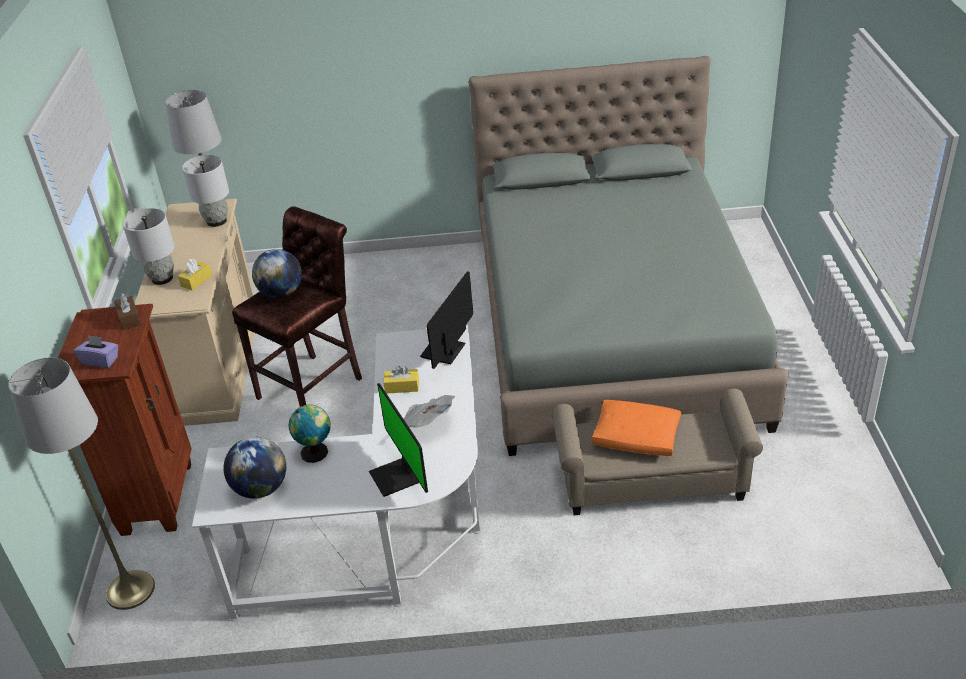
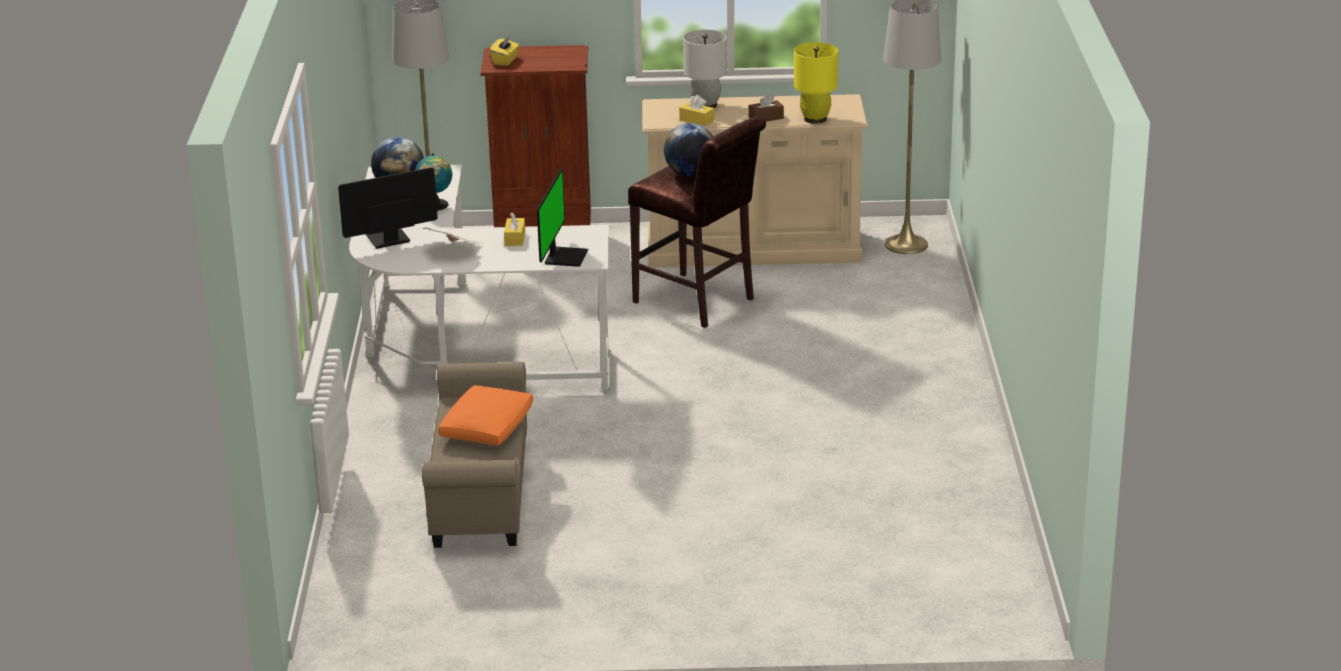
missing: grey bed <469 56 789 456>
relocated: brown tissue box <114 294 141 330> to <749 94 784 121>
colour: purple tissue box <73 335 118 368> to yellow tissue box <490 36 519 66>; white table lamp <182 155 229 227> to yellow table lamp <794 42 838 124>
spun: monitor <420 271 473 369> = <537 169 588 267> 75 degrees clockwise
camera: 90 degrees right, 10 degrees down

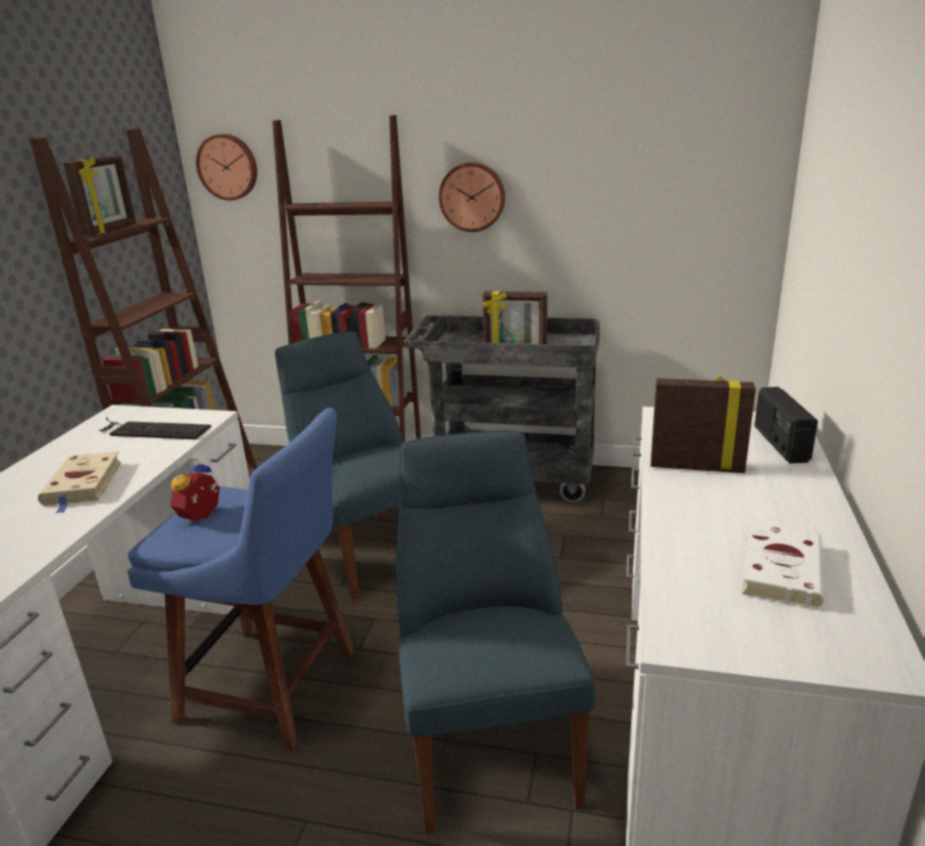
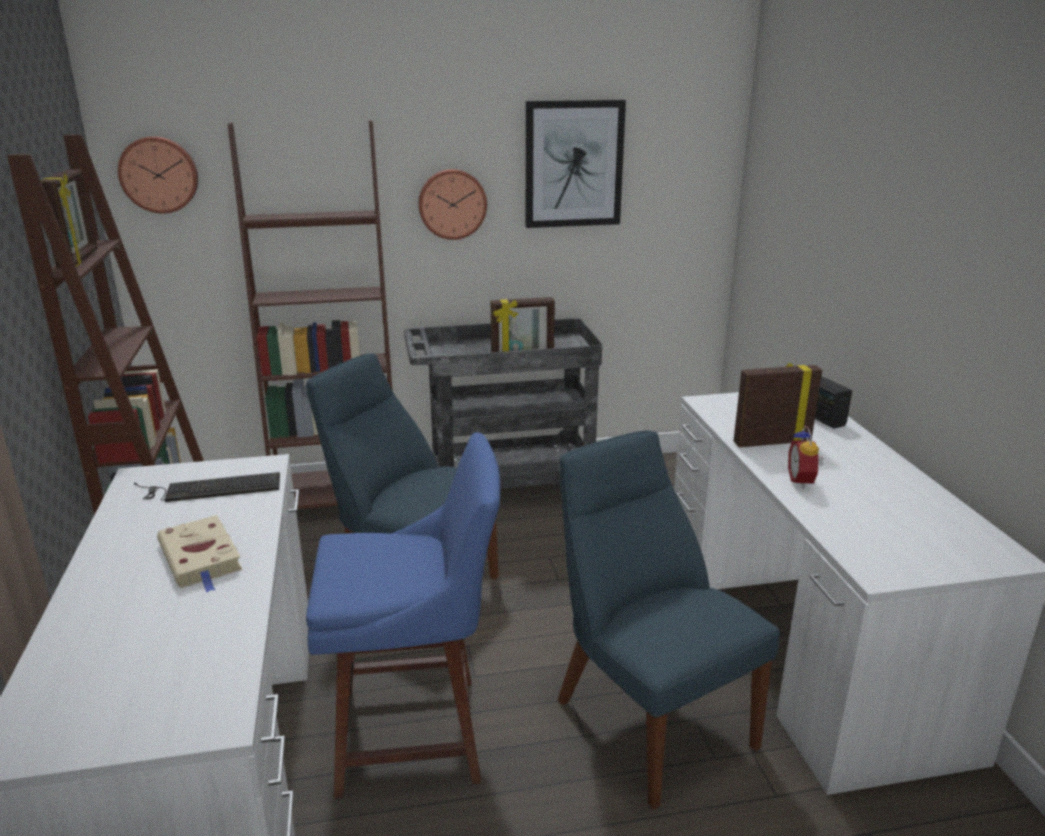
missing: white book <741 522 824 609>
appeared: picture <526 100 626 228>
relocated: alarm clock <171 458 220 524> to <788 426 824 489>
camera: 25 degrees left, 0 degrees up

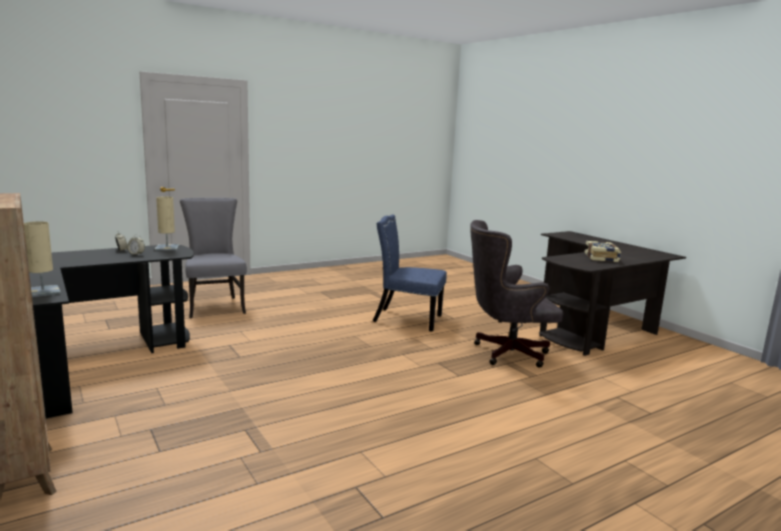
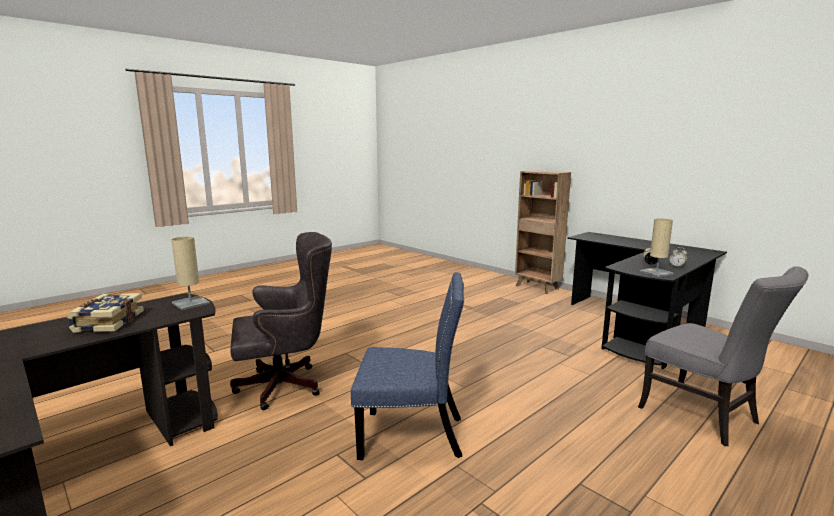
relocated: beige table lamp <24 221 61 297> to <171 236 210 310>
camera: 170 degrees right, 0 degrees up

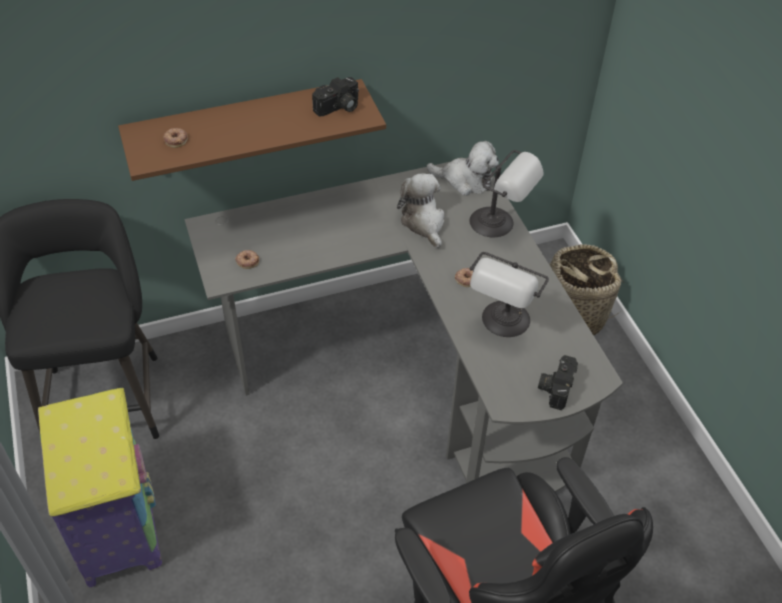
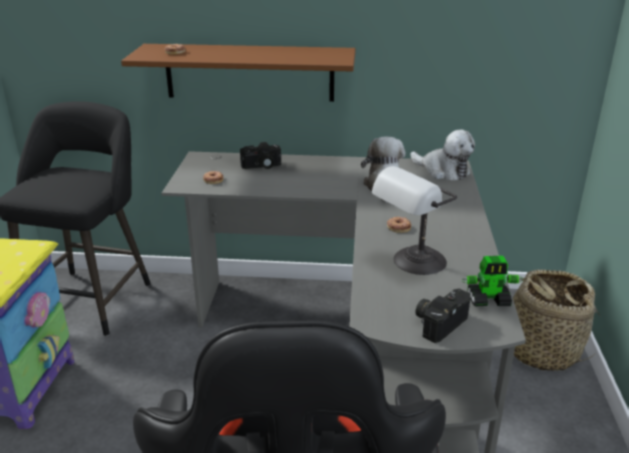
missing: table lamp <470 150 544 237>
appeared: toy robot <462 256 523 306>
relocated: photo camera <312 77 359 116> to <240 142 281 169>
camera: 25 degrees right, 20 degrees down

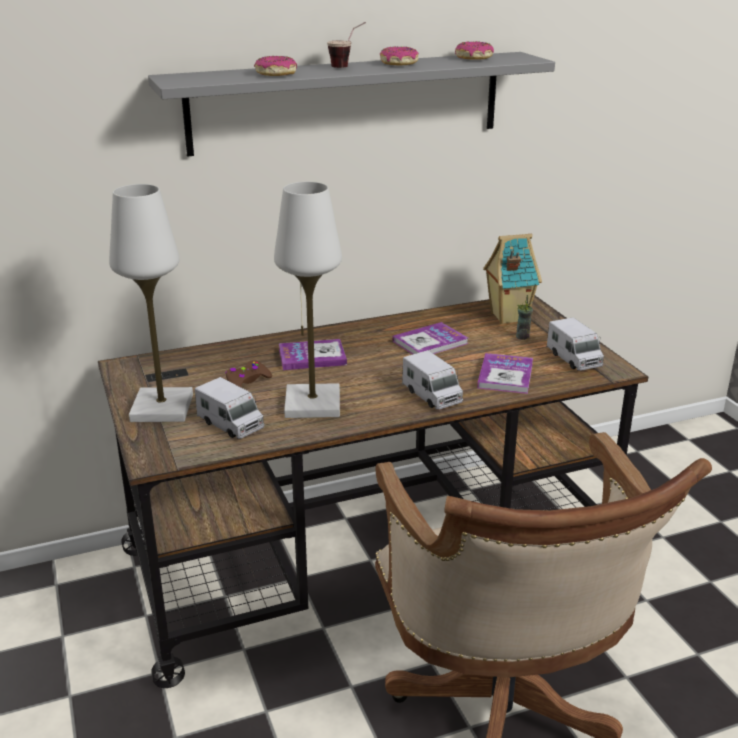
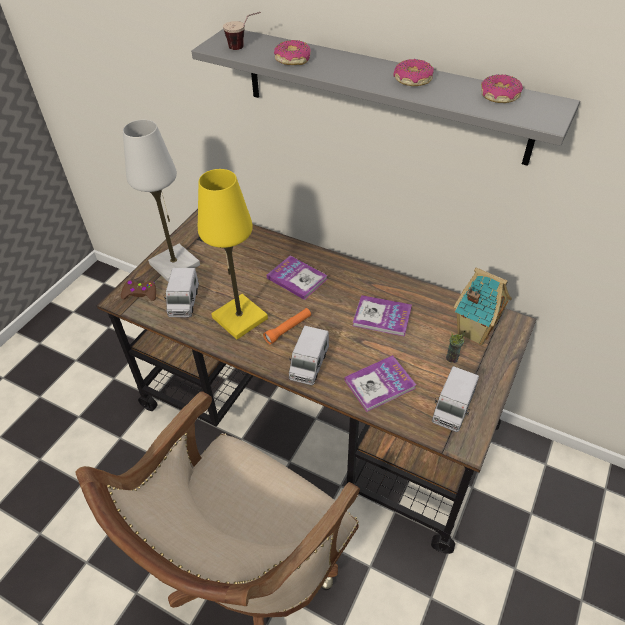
appeared: orange flashlight <263 308 311 345>
relocated: brown game controller <225 360 272 387> to <121 280 156 301>; cup <327 22 366 68> to <223 12 261 50>
colour: white table lamp <274 182 342 418> to yellow table lamp <198 169 268 339>
camera: 50 degrees right, 20 degrees up

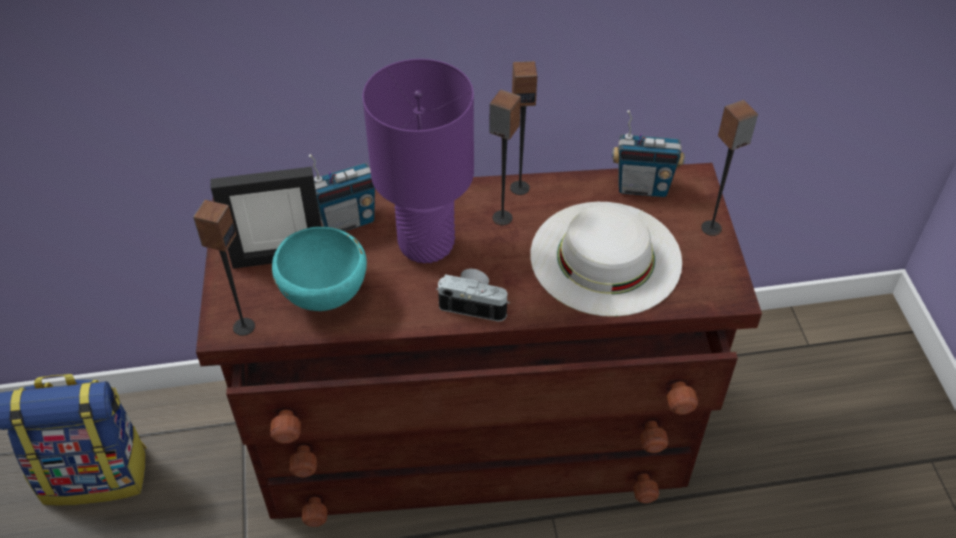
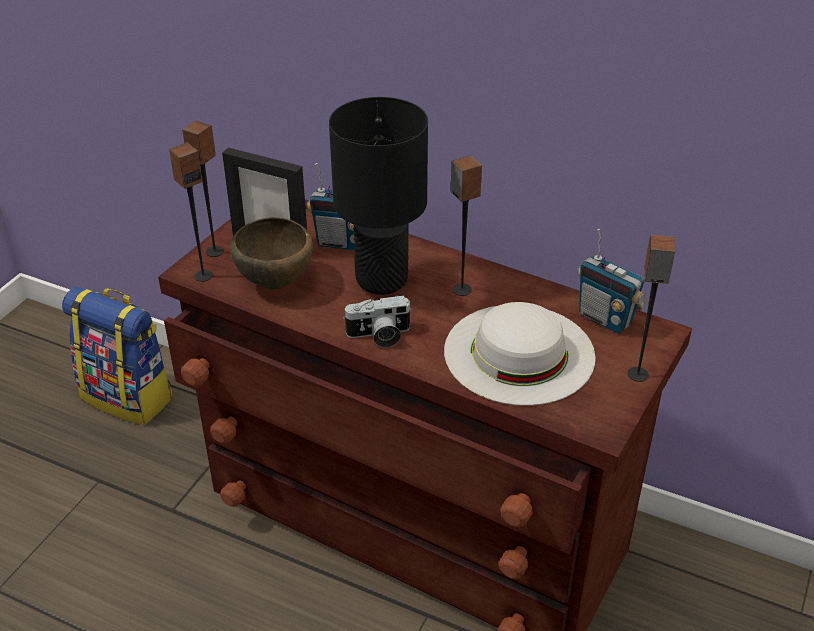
relocated: speaker <510 61 537 195> to <182 120 224 257>
colour: turquoise bowl <272 227 367 311> to brown bowl <230 217 313 289>; purple table lamp <363 59 474 263> to black table lamp <329 97 428 295>
spun: photo camera <436 269 510 322> = <343 296 412 348> 120 degrees clockwise
camera: 35 degrees right, 10 degrees down

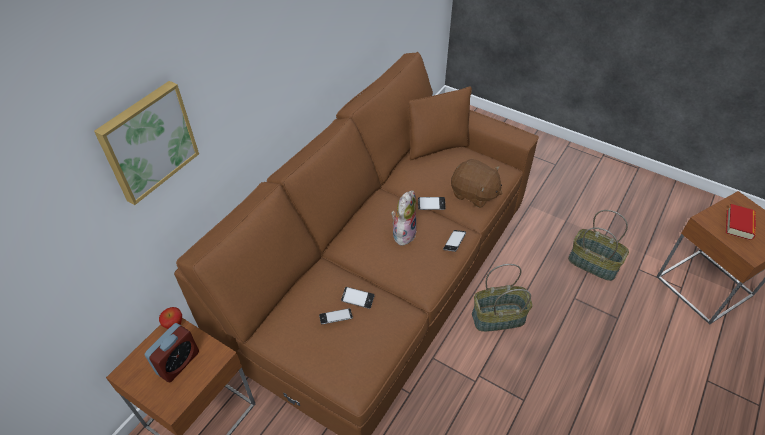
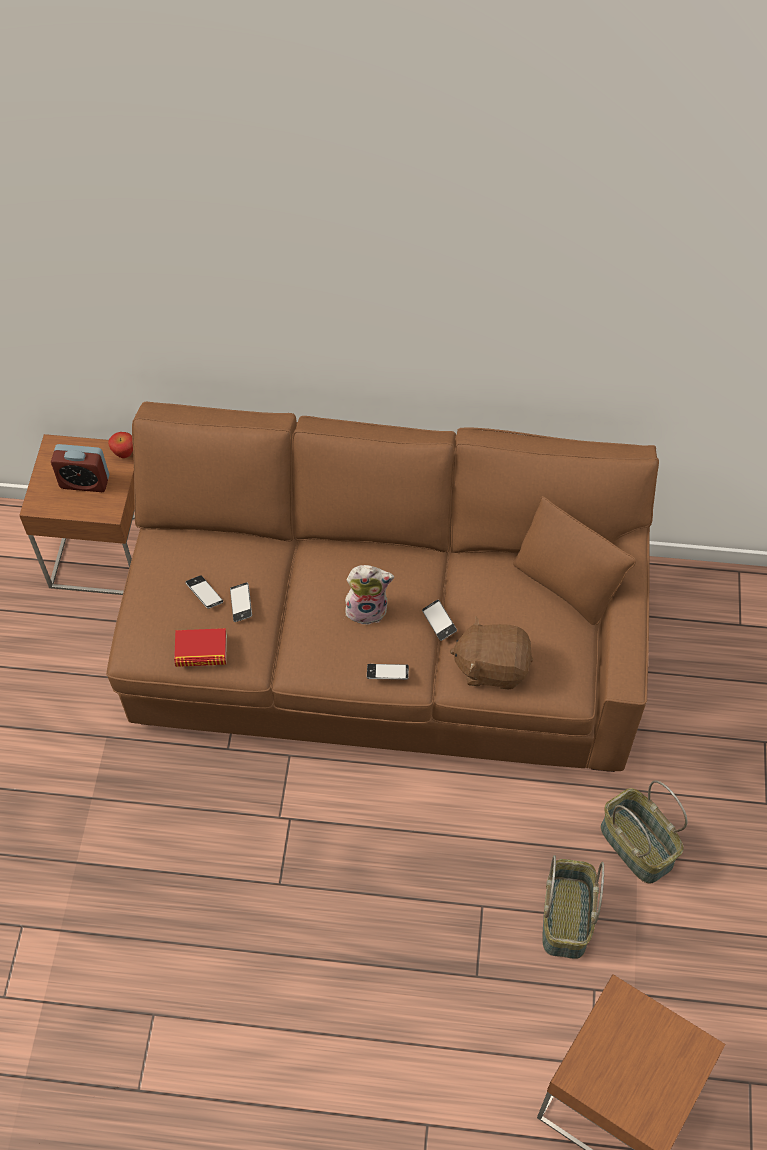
missing: picture <94 81 199 205>
relocated: basket <472 264 533 332> to <601 780 687 884>; book <726 204 756 240> to <174 628 227 667>
spun: brown plush toy <451 159 502 208> = <450 616 533 689> 90 degrees clockwise
camera: 65 degrees right, 10 degrees up

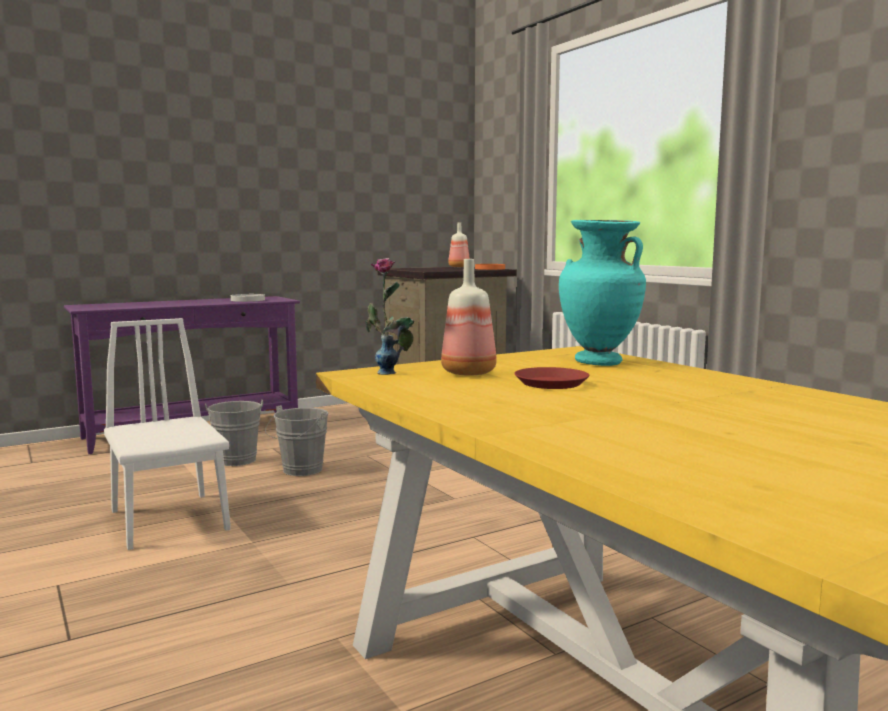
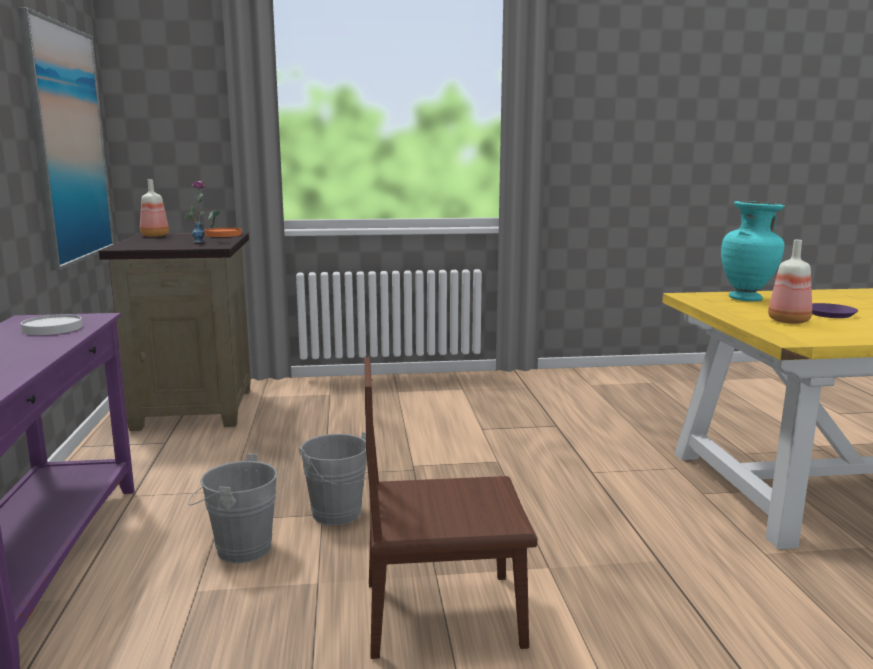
appeared: picture <18 7 114 270>
relocated: vase <365 258 414 375> to <185 181 221 243>
colour: white chair <104 318 231 550> to brown chair <364 357 537 659>; red plate <514 367 589 389> to purple plate <812 303 858 318>
camera: 65 degrees left, 5 degrees up

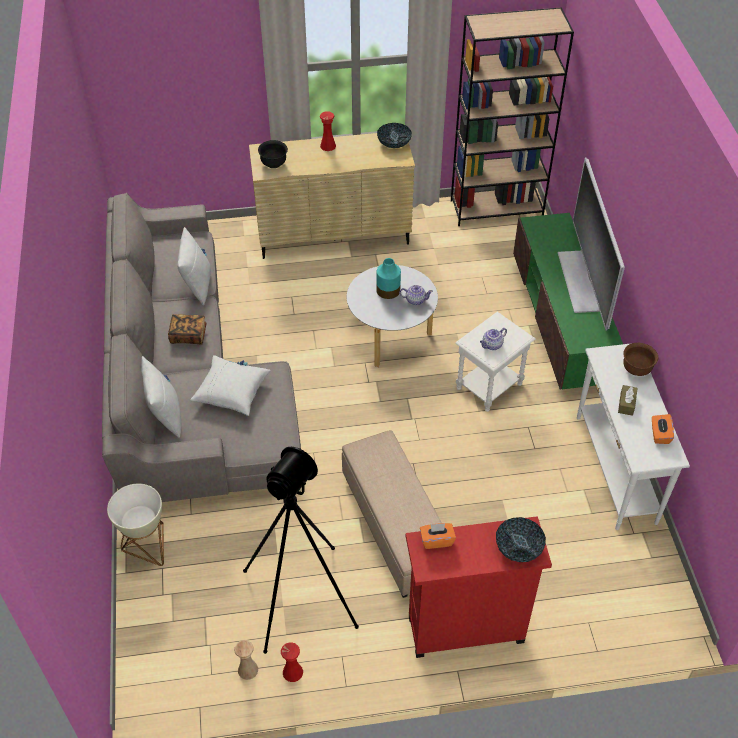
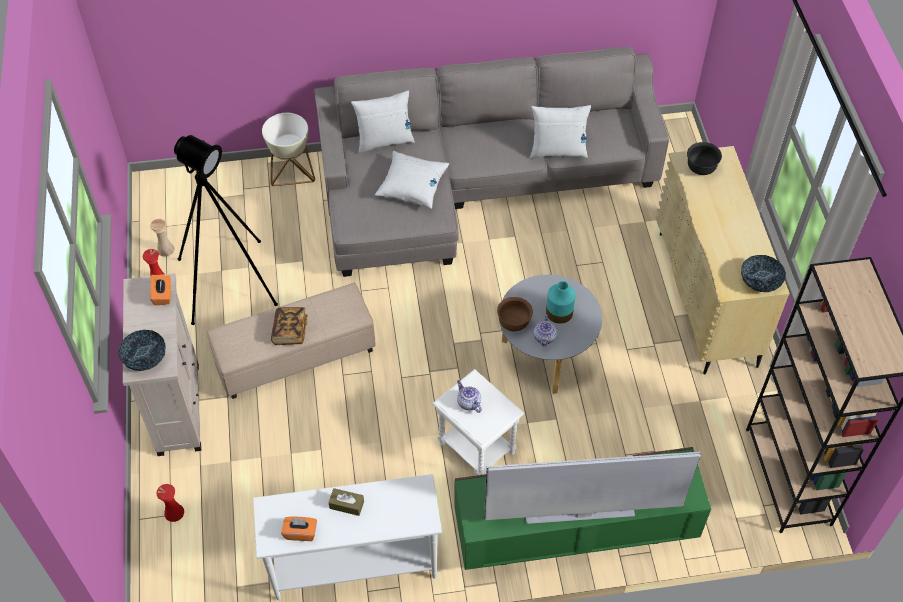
relocated: book <168 314 206 345> to <271 307 308 345>; red vase <320 111 336 151> to <157 484 184 522>; brown bowl <623 343 658 376> to <497 297 533 331>
colour: red cabinet <406 516 552 658> to beige cabinet <123 273 202 456>
camera: 90 degrees right, 5 degrees up

